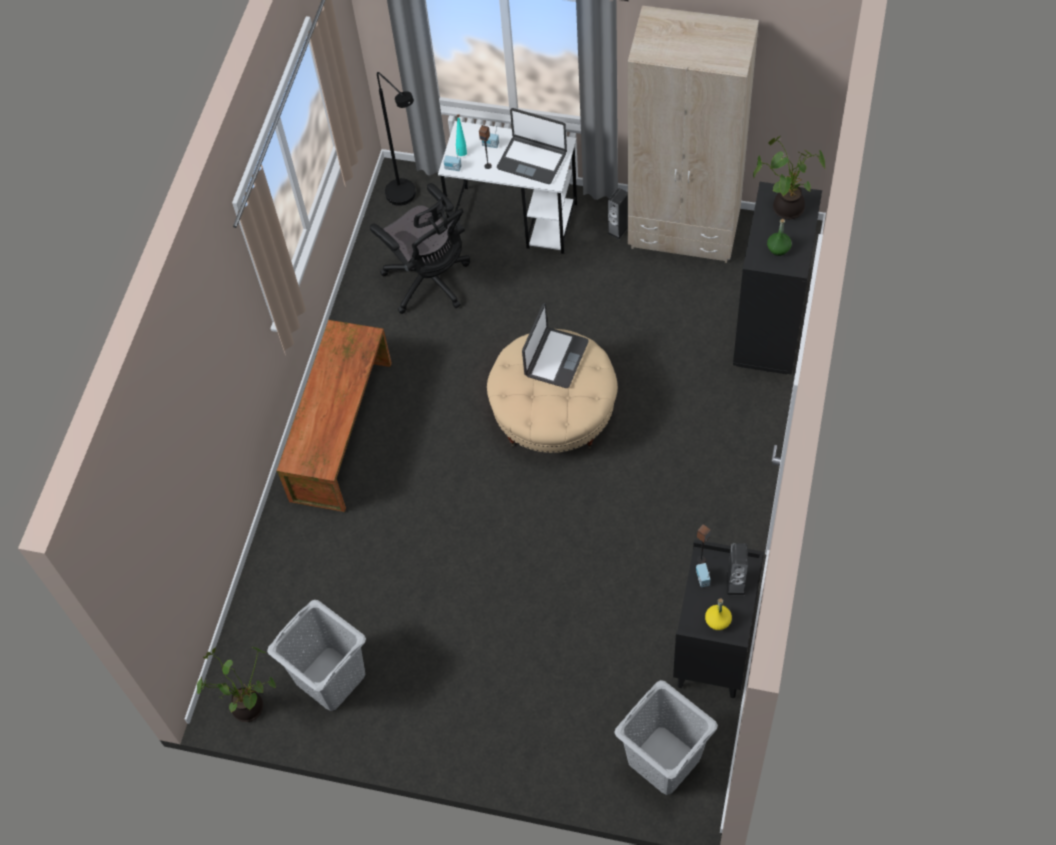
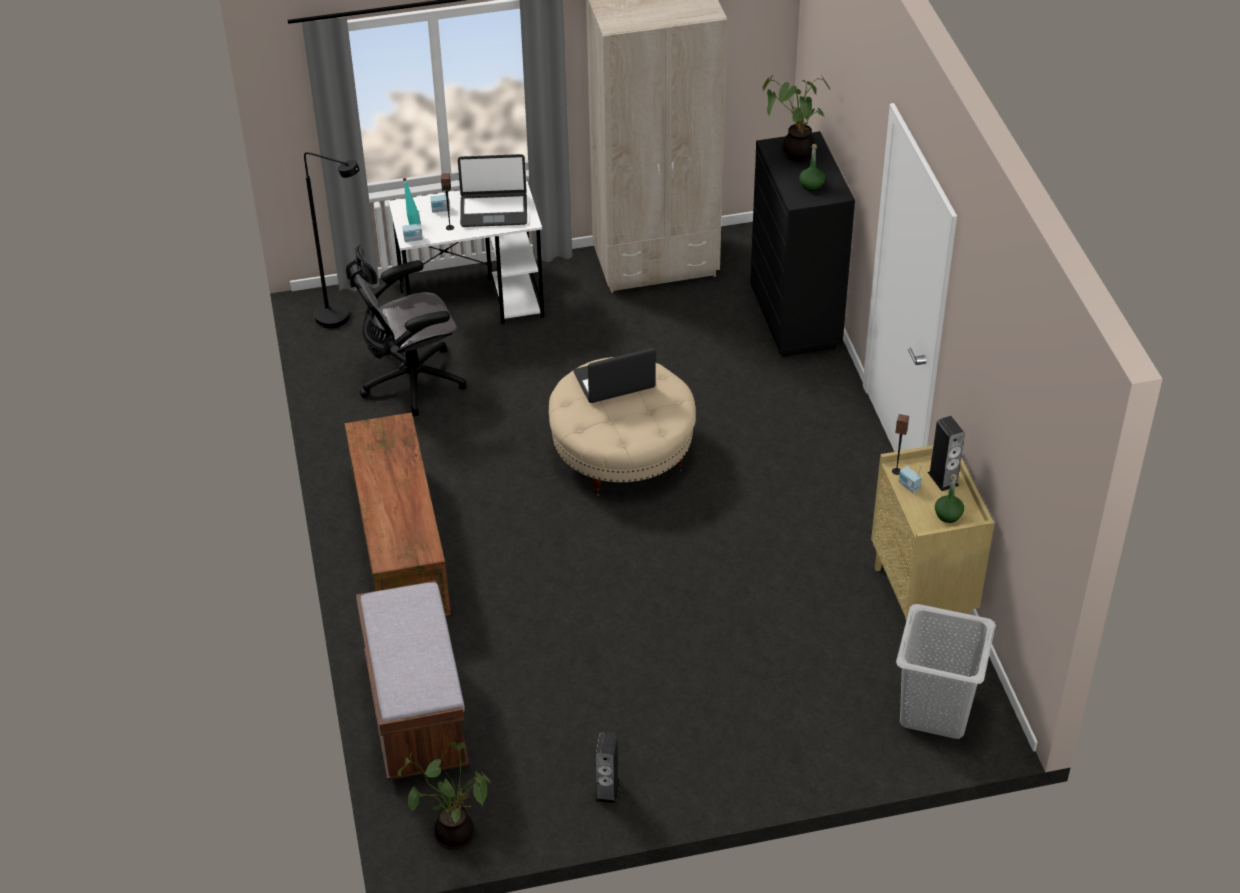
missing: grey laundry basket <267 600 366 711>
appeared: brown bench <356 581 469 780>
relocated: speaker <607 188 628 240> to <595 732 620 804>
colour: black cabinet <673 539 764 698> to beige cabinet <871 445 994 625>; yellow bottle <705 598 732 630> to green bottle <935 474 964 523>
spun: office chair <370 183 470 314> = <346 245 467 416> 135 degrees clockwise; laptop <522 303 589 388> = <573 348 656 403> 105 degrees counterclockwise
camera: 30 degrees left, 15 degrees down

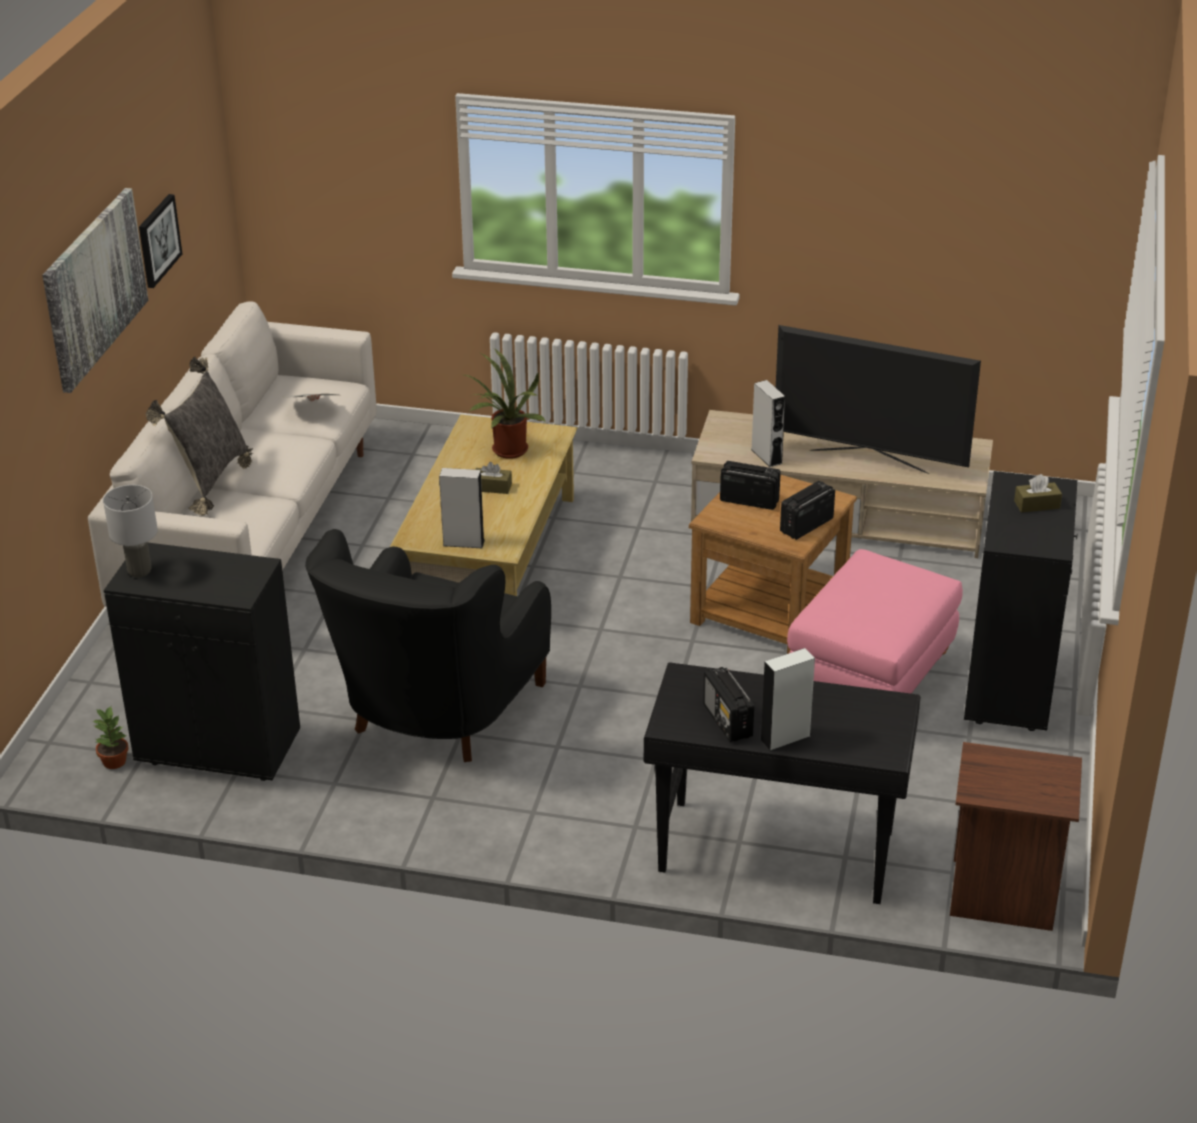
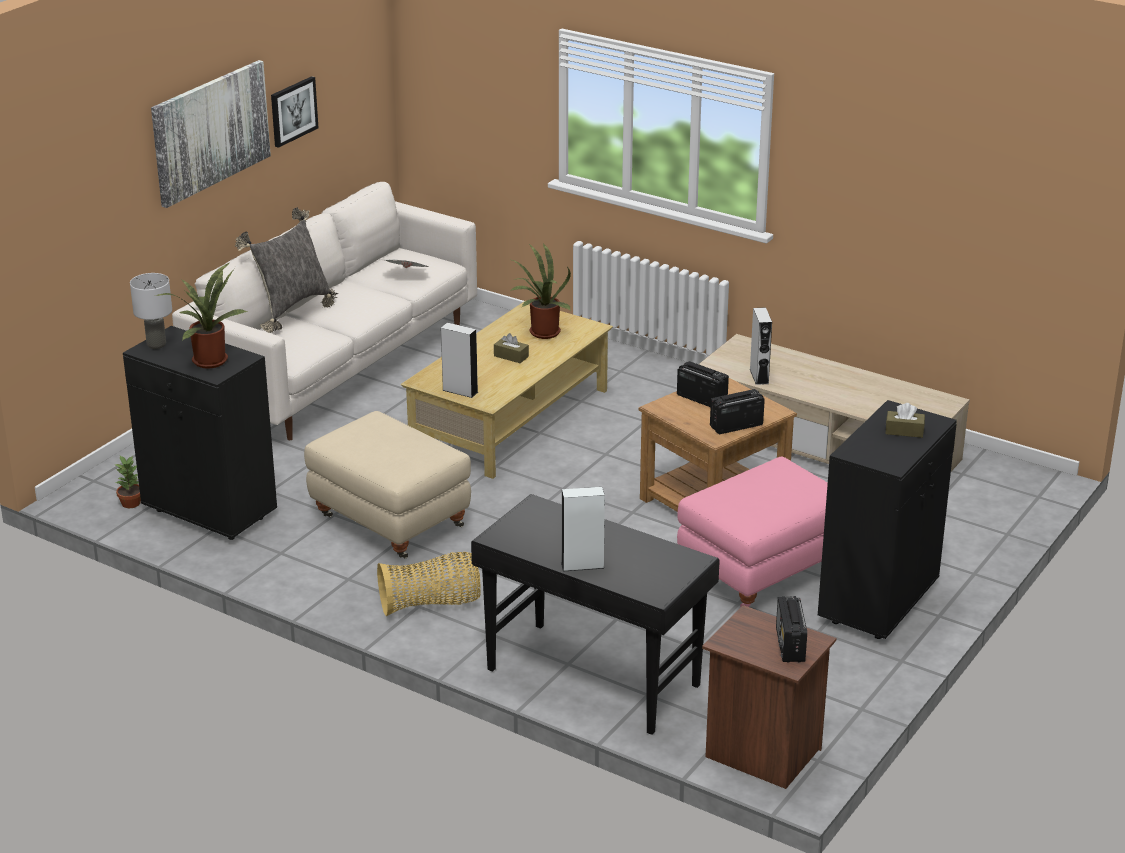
missing: television <776 325 981 474>
appeared: potted plant <156 263 247 368>; basket <377 552 481 616>
relocated: radio <703 667 754 742> to <776 596 807 663>
exchanged: black armchair <305 529 551 762> to beige ottoman <304 411 471 559>
camera: 20 degrees right, 5 degrees down

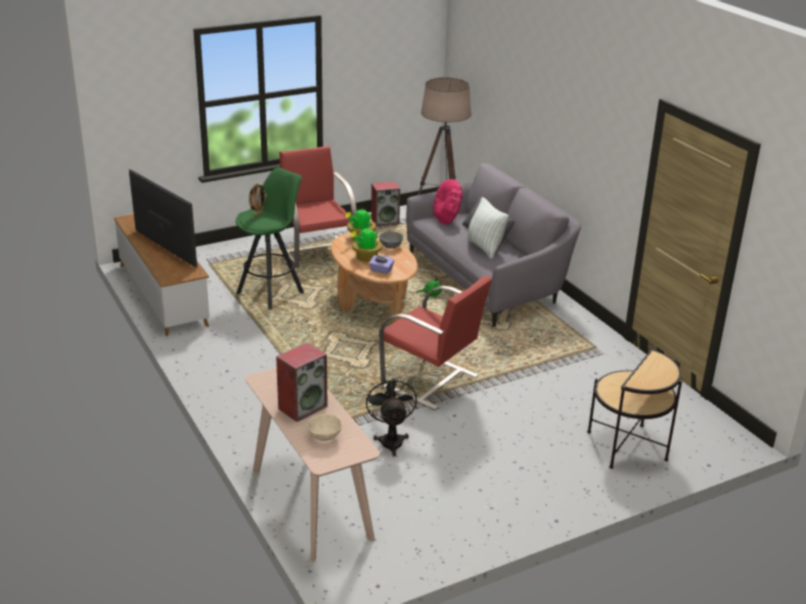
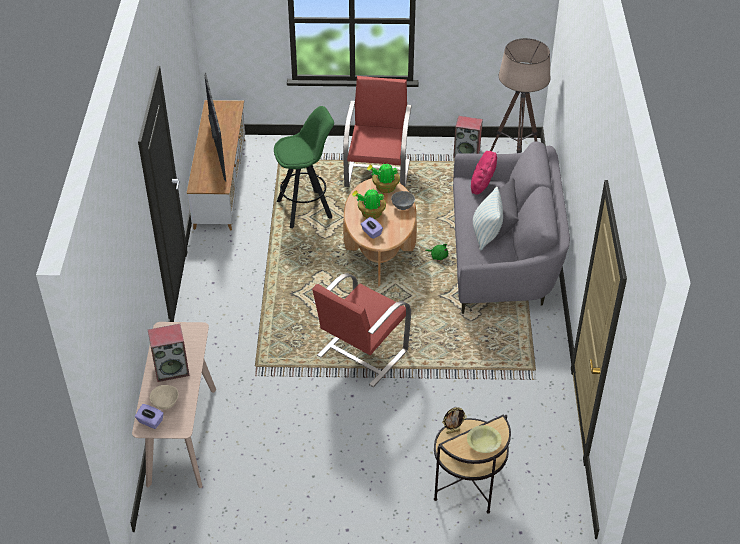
missing: black fan <365 376 417 456>
appeared: purple tissue box <135 404 164 429>; yellow bowl <467 425 502 453>
relocated: picture frame <249 183 267 217> to <442 407 467 434>
spun: red armchair <379 276 492 410> = <312 273 411 387> 60 degrees clockwise
camera: 30 degrees right, 15 degrees up

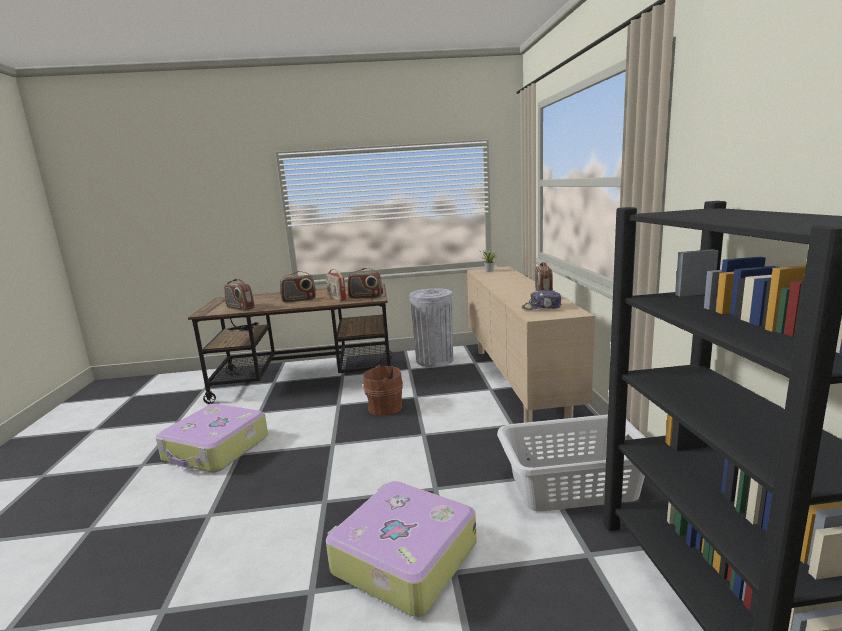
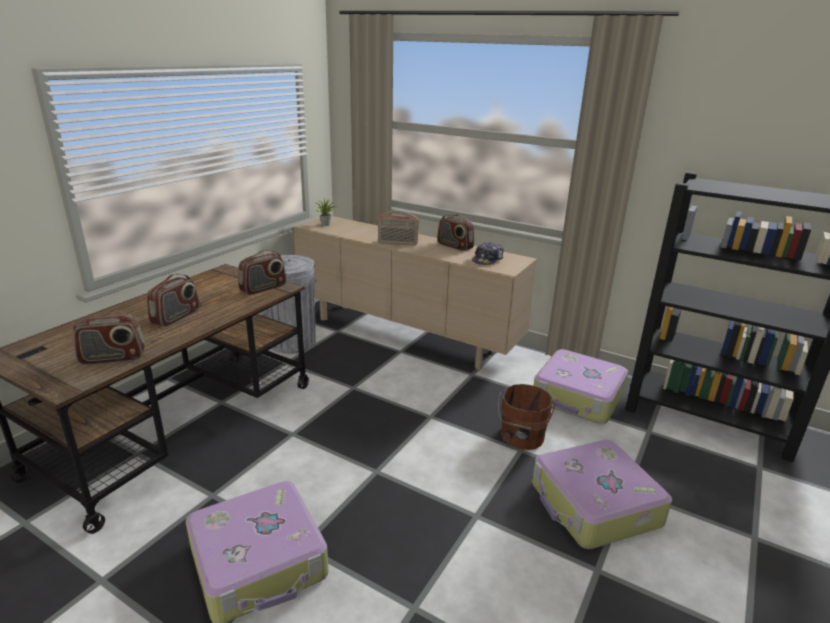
relocated: radio <326 269 346 301> to <378 210 419 245>; brown bucket <363 365 403 416> to <498 384 554 450>
exchanged: grey laundry basket <497 415 646 512> to suitcase <533 349 628 424>
camera: 55 degrees left, 10 degrees up

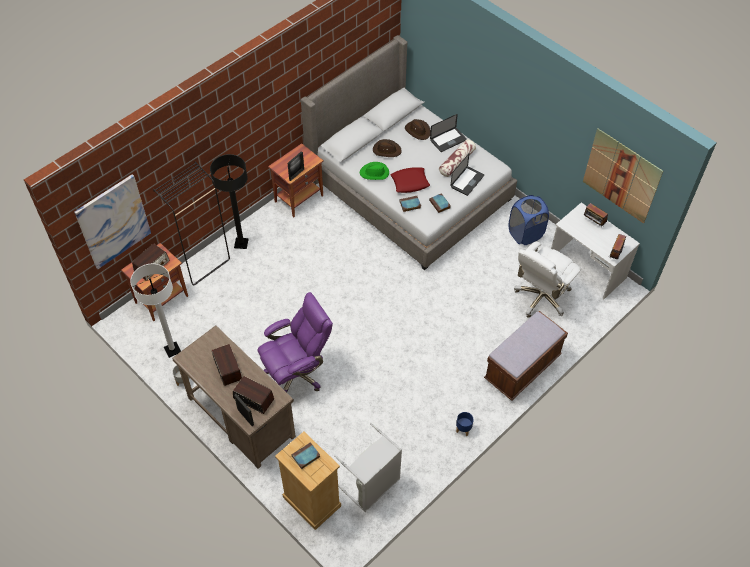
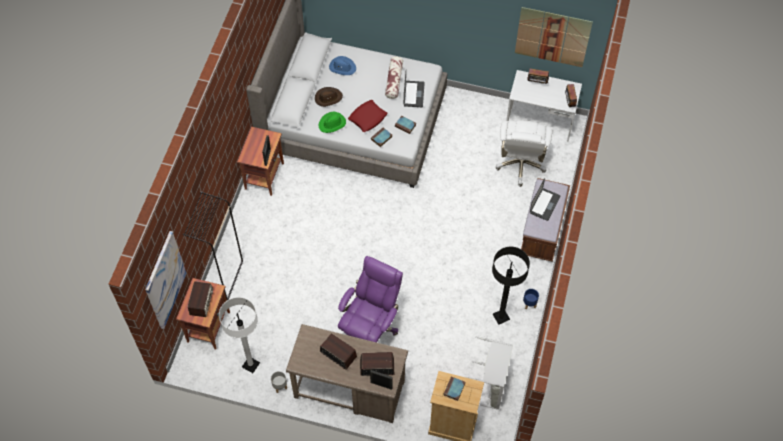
missing: blue laundry basket <509 195 549 245>
relocated: black floor lamp <210 154 249 249> to <492 247 530 325>; laptop <430 114 467 152> to <530 178 561 221>
colour: brown hat <405 119 431 140> to blue hat <329 56 356 75>
camera: 30 degrees left, 5 degrees up

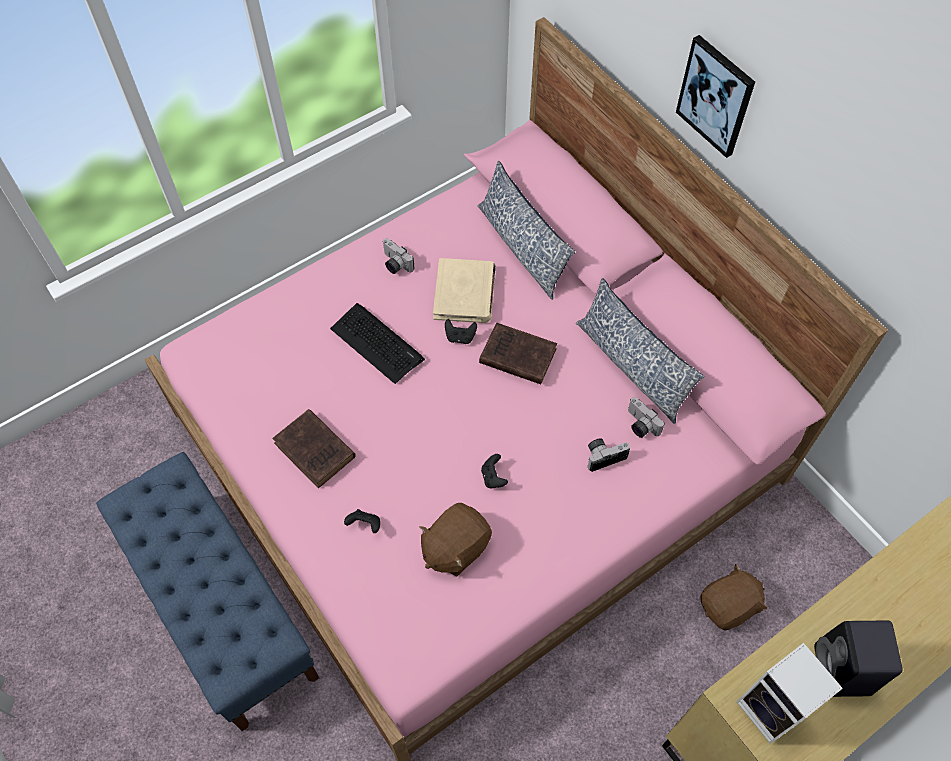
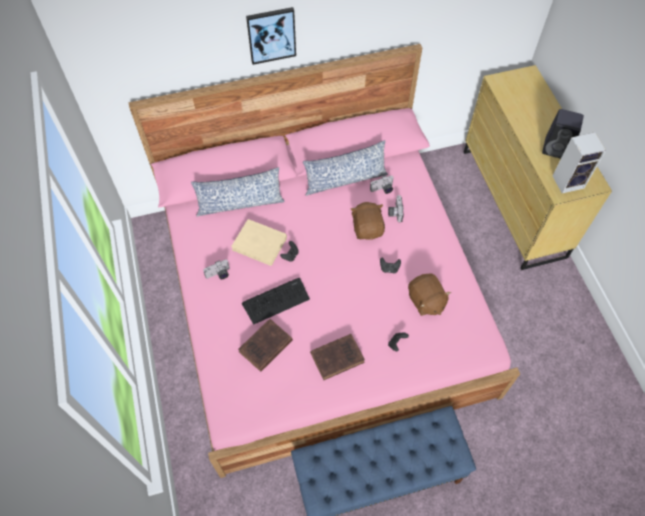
relocated: brown book <479 323 557 384> to <238 319 293 372>; brown plush toy <700 564 767 631> to <351 202 385 240>
camera: 70 degrees left, 0 degrees up

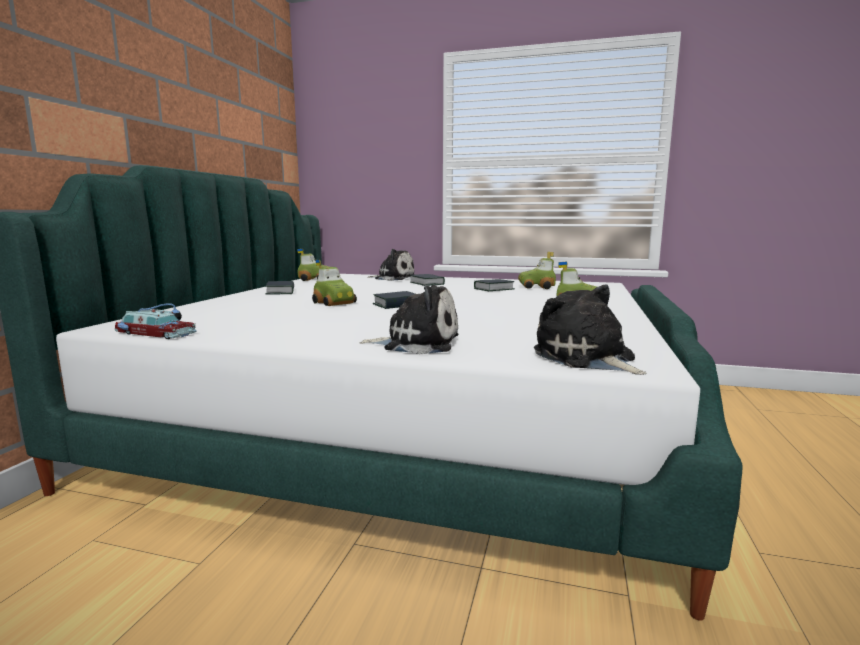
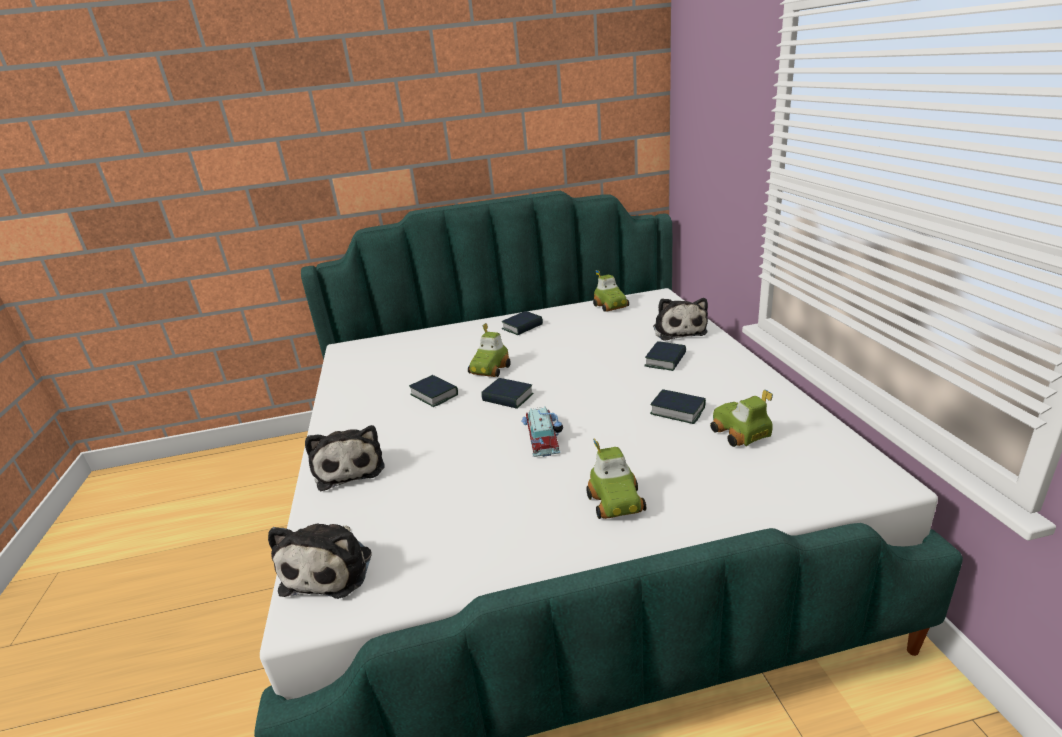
appeared: book <409 375 458 407>
relocated: toy car <115 303 197 339> to <521 406 563 457>
spun: plush toy <534 284 646 375> = <268 524 372 599> 150 degrees clockwise
camera: 65 degrees right, 15 degrees up

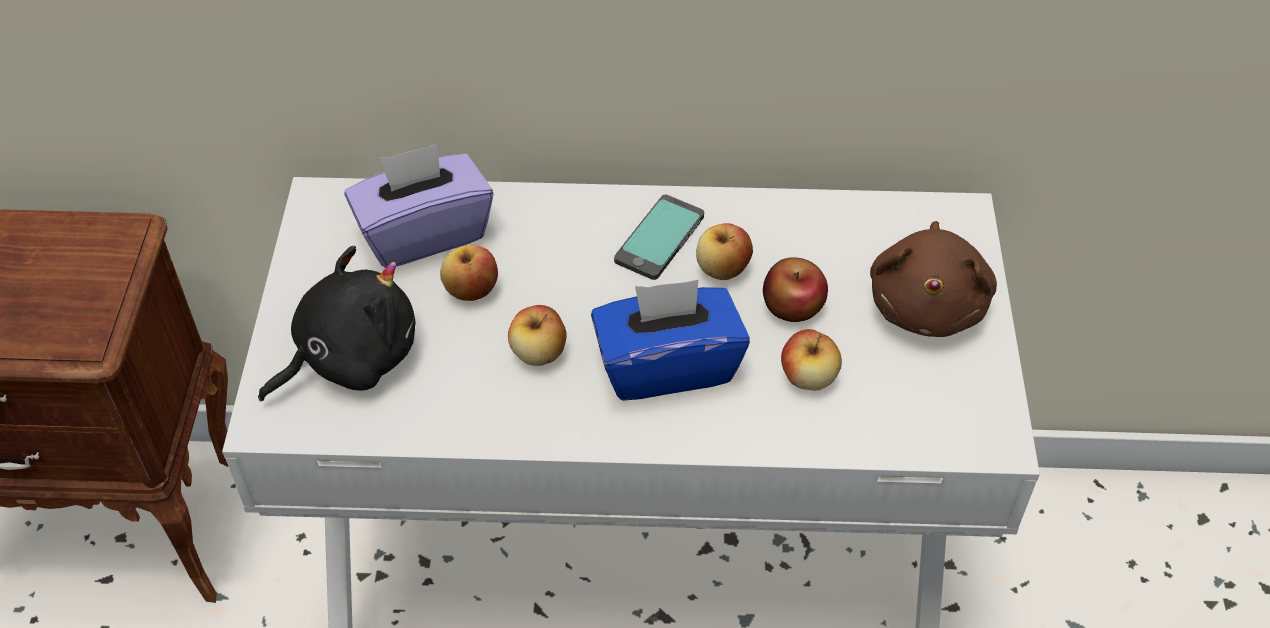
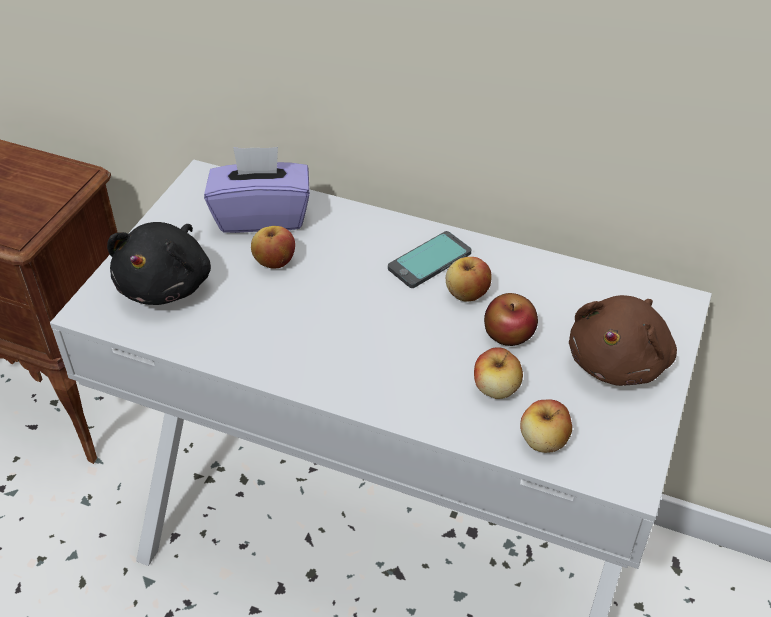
missing: blue tissue box <591 280 750 401>
relocated: apple <508 305 567 366> to <520 399 572 453>
spun: black plush toy <258 246 415 401> = <107 222 211 305> 120 degrees clockwise
camera: 20 degrees right, 5 degrees down

